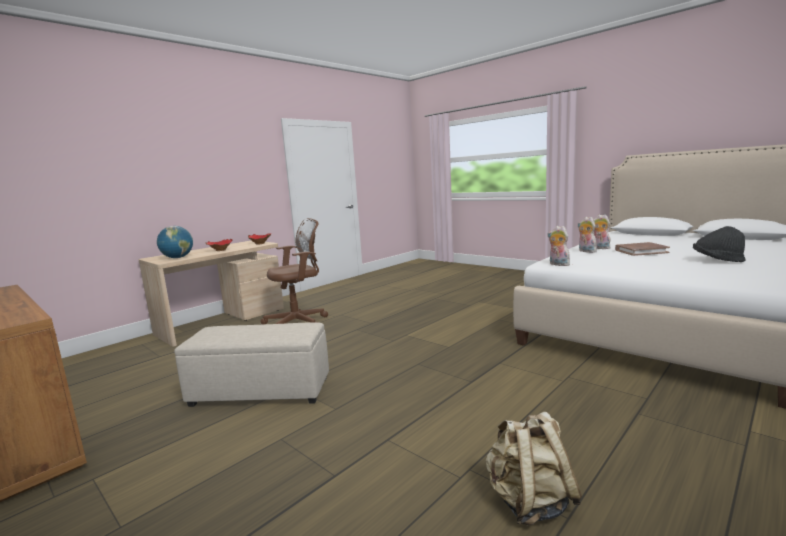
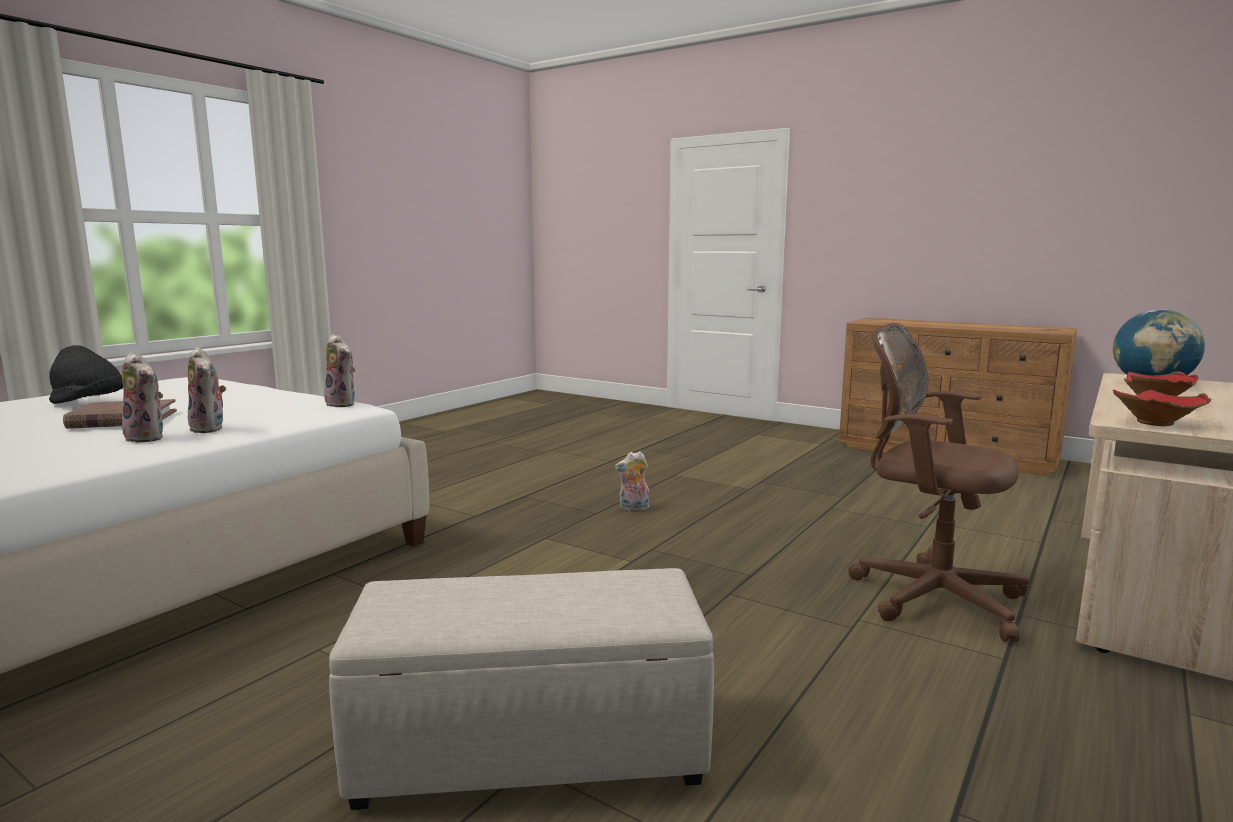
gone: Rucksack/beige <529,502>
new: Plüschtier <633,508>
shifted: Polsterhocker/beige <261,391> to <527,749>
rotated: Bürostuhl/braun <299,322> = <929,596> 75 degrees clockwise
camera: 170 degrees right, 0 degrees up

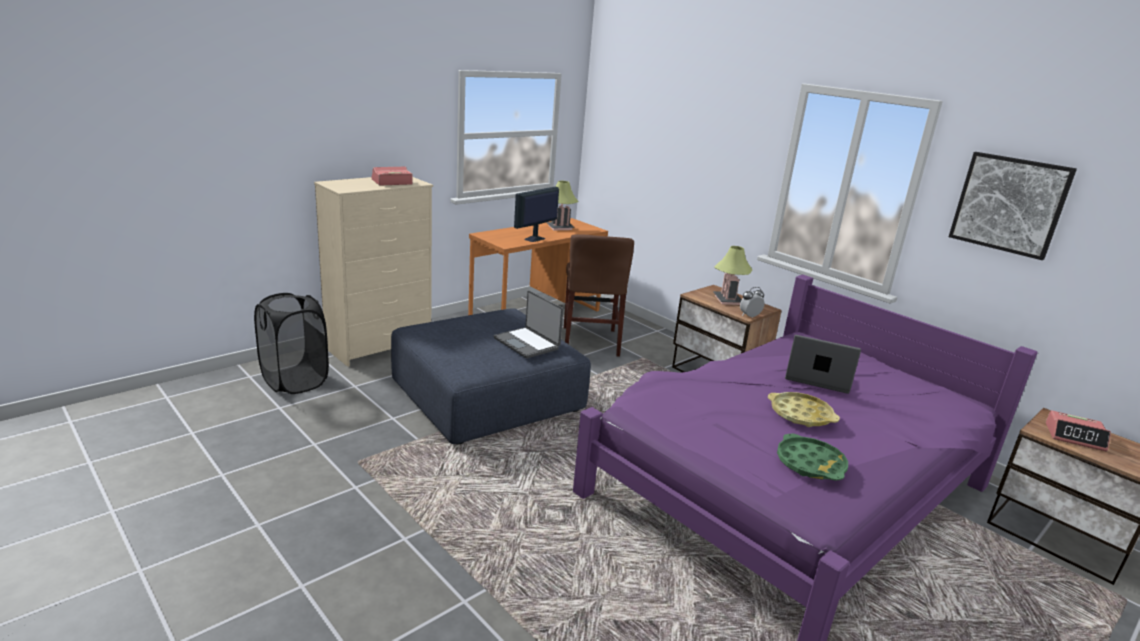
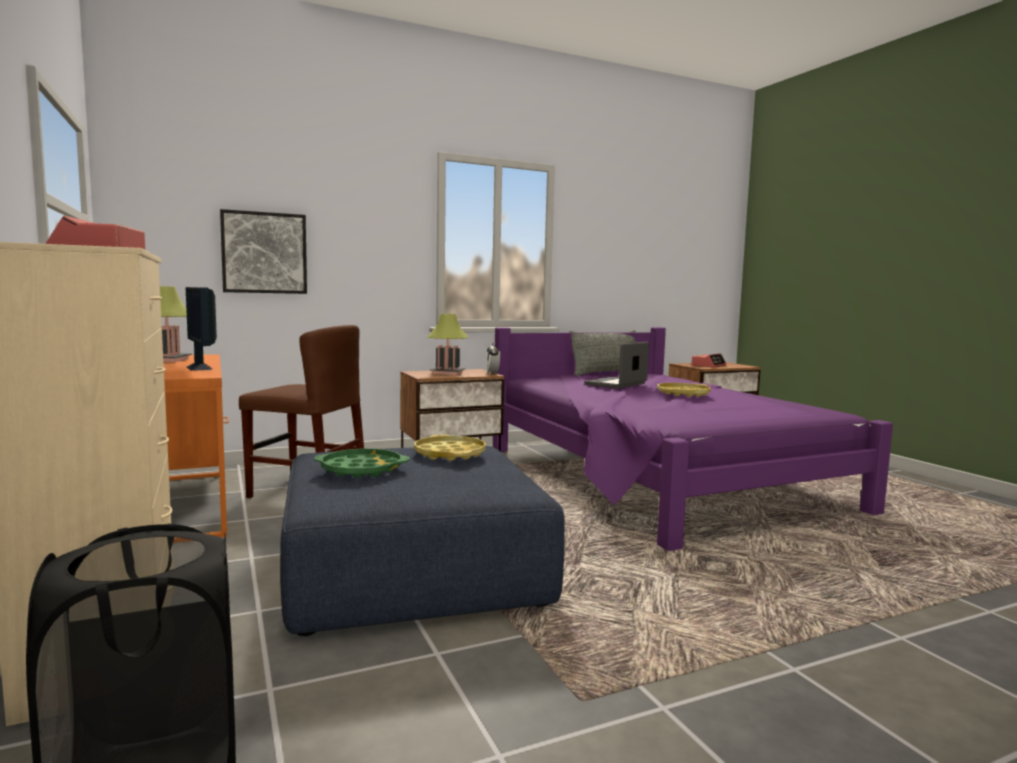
new: Kissen/grau <606,373>
shifted: Tablett/grün <810,464> to <362,469>; Bild <1009,204> to <264,253>
swapped: Laptop <527,343> to Tablett/gelb <450,454>
camera: 70 degrees left, 15 degrees down

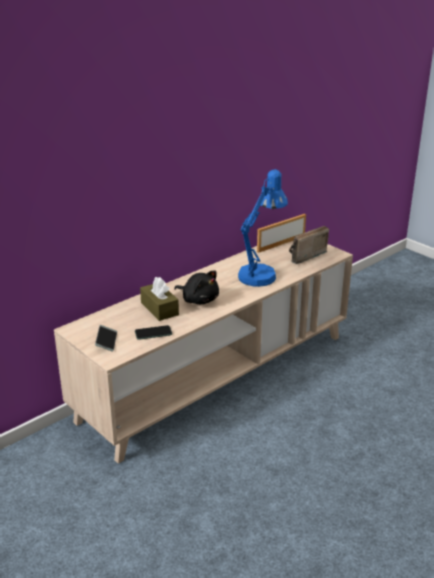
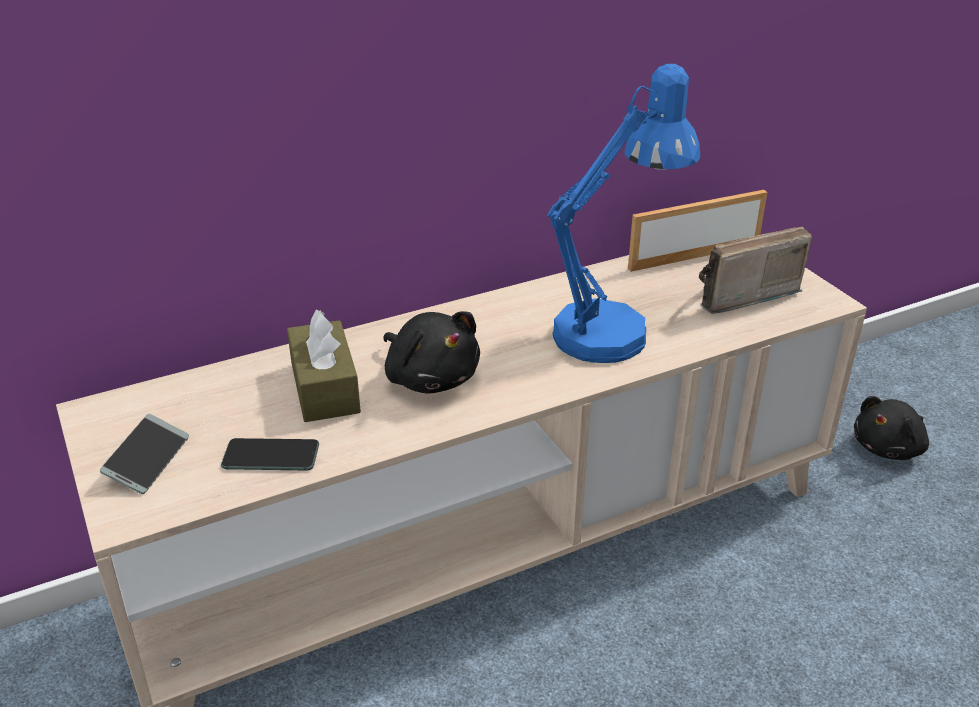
new: Plüschtier/schwarz <889,448>
camera: 15 degrees right, 5 degrees up

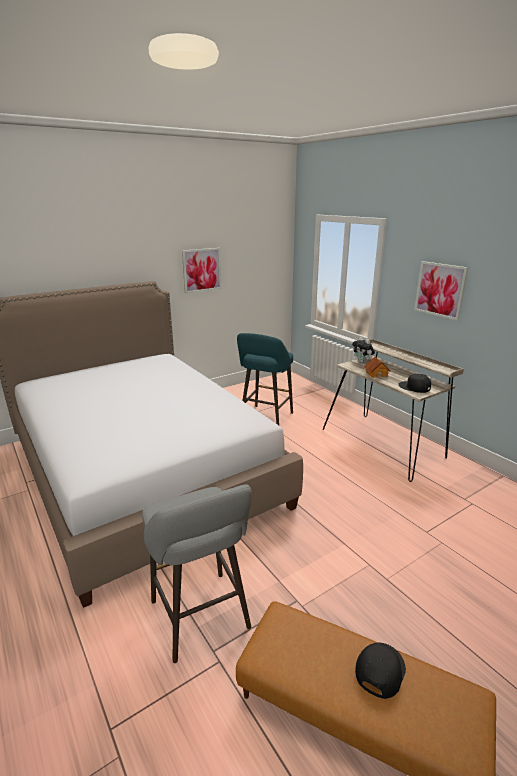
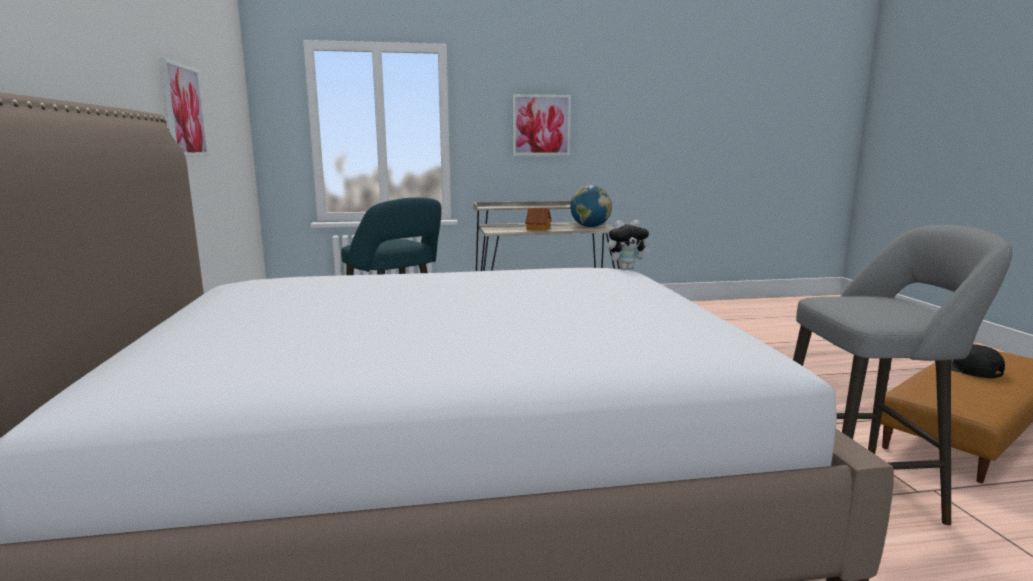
shifted: Plüschtier <362,362> to <626,269>
swapped: Kappe/schwarz <414,387> to Globus <590,227>
camera: 65 degrees left, 10 degrees down

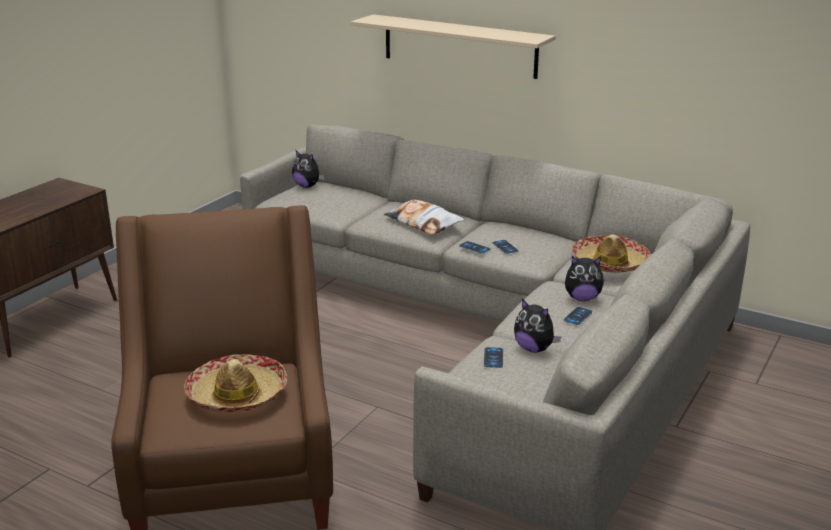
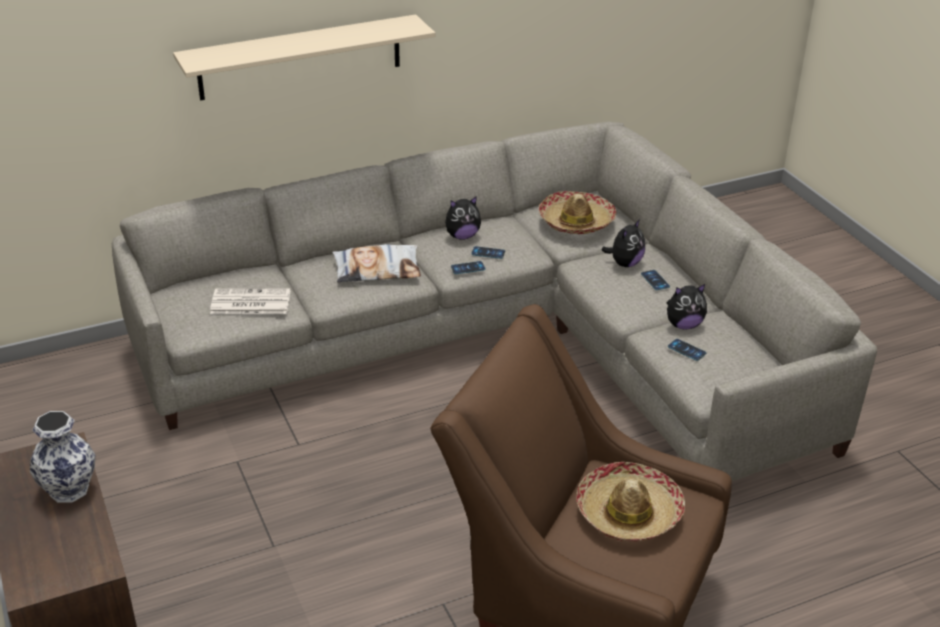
new: Vase <70,489>; Zeitung <249,303>
shifted: Plüschtier <307,186> to <462,236>
camera: 55 degrees left, 10 degrees up

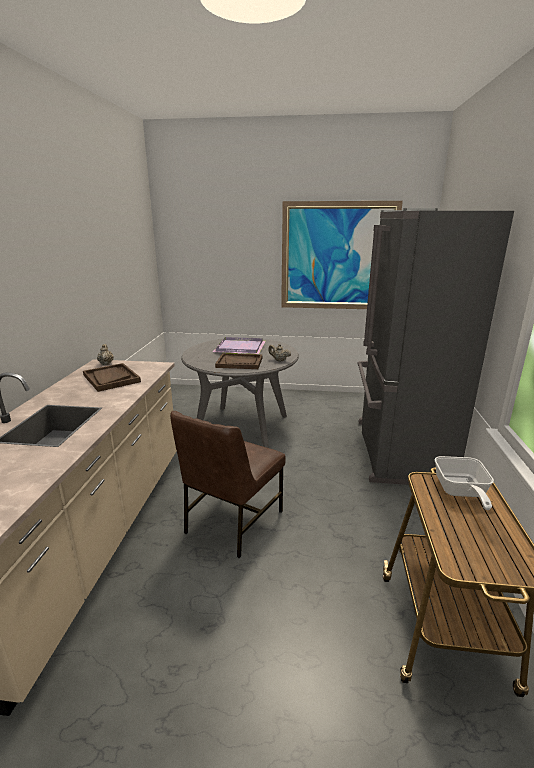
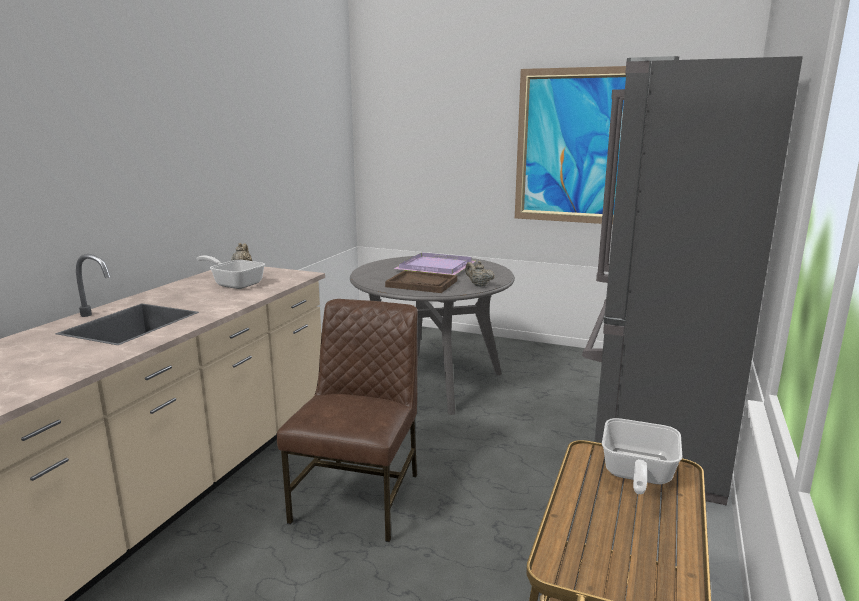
swapped: Tablett/braun <111,378> to Pfanne <235,284>
rotated: Stuhl/braun <232,522> = <360,496> 150 degrees clockwise
camera: 15 degrees right, 5 degrees down

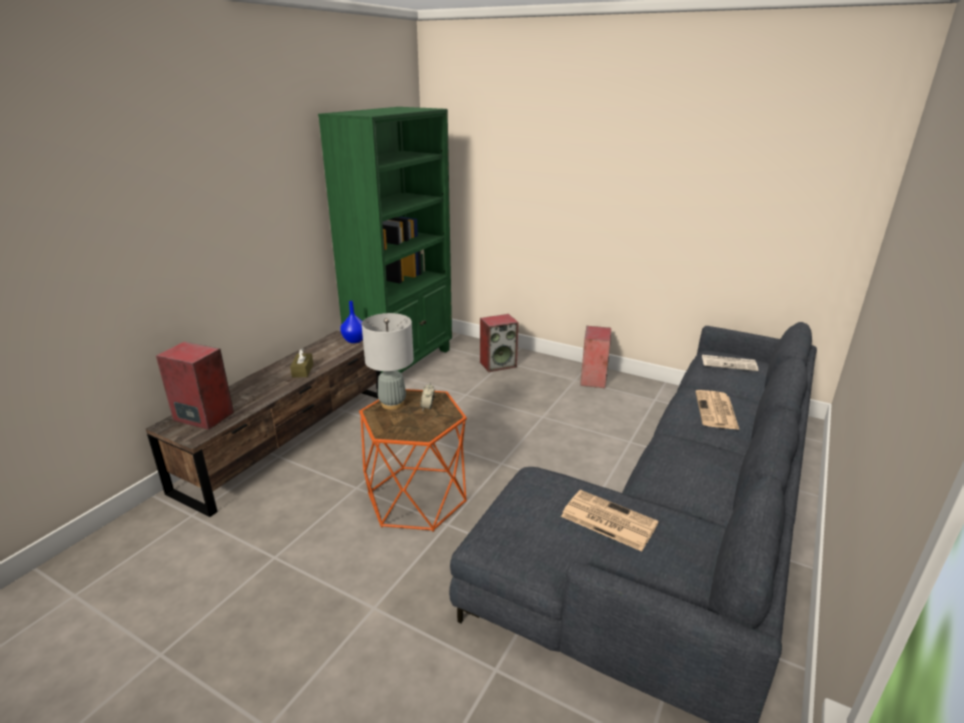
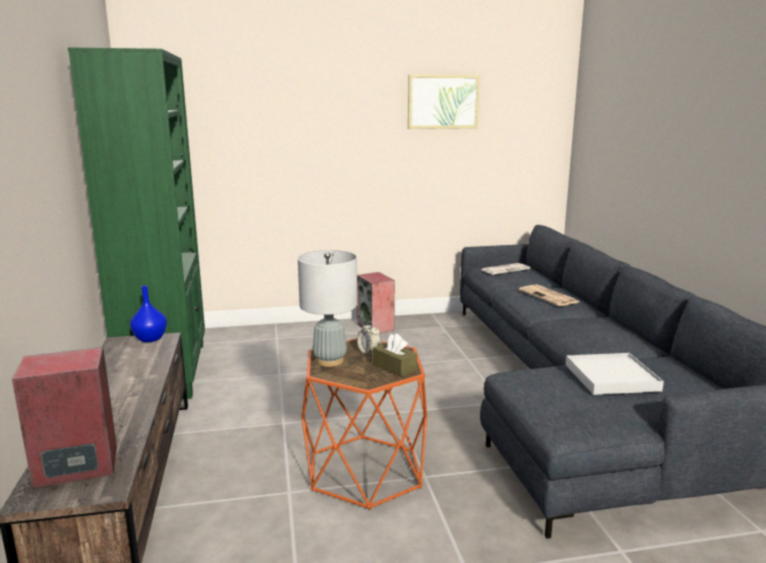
gone: Lautsprecher <498,364>
new: Bild <442,101>
shifted: Taschentuchbox/braun <302,370> to <394,367>
swapped: Zeitung <607,520> to Tablett/weiß <611,377>
camera: 40 degrees left, 10 degrees down

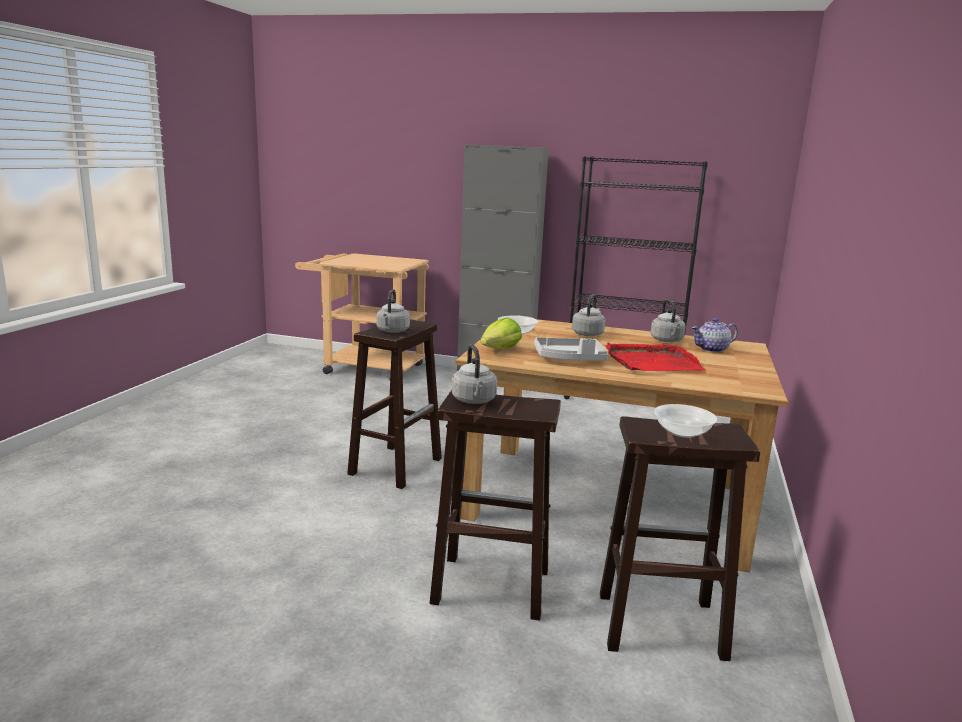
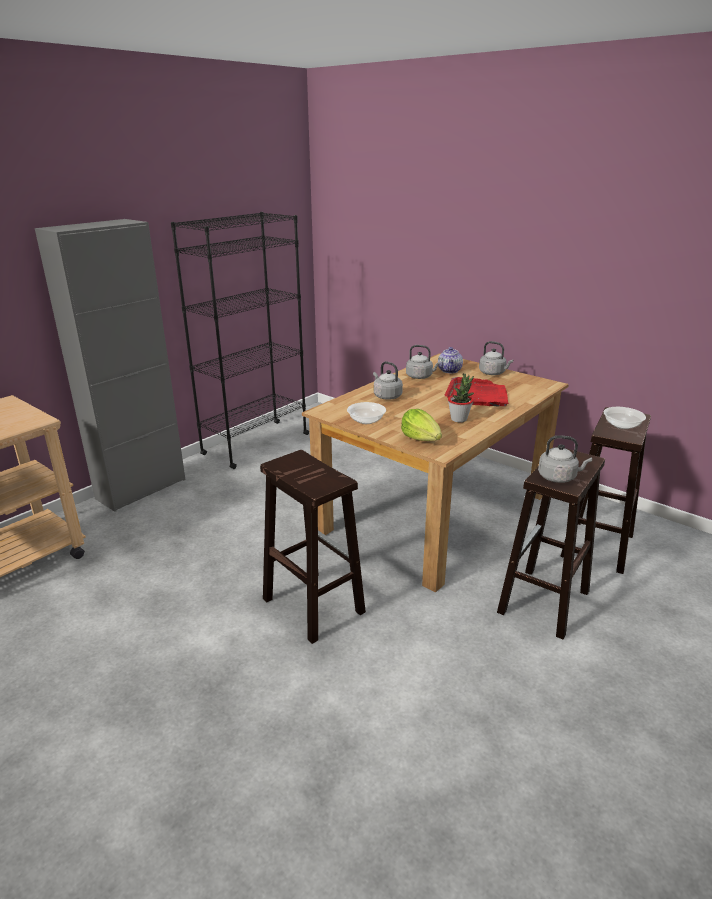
shifted: Wasserkessel/grau <392,331> to <493,373>
swapped: Tablett/grau <569,359> to Topfpflanze <459,419>
camera: 65 degrees left, 10 degrees up

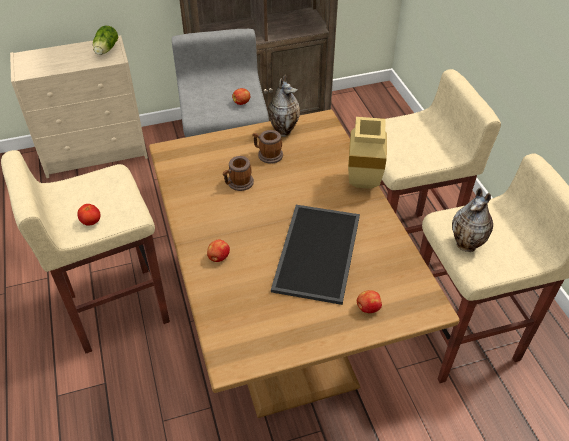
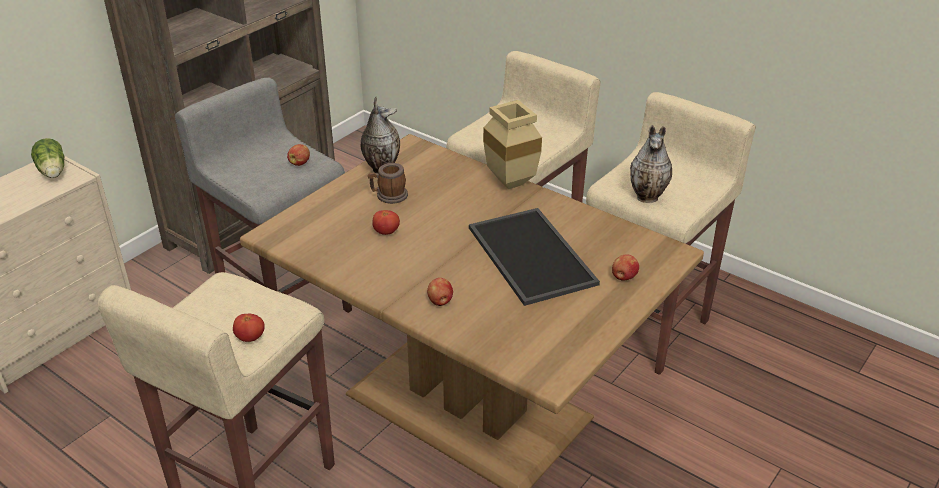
swapped: Henkelbecher <238,184> to Tomate <386,232>
camera: 35 degrees left, 10 degrees down

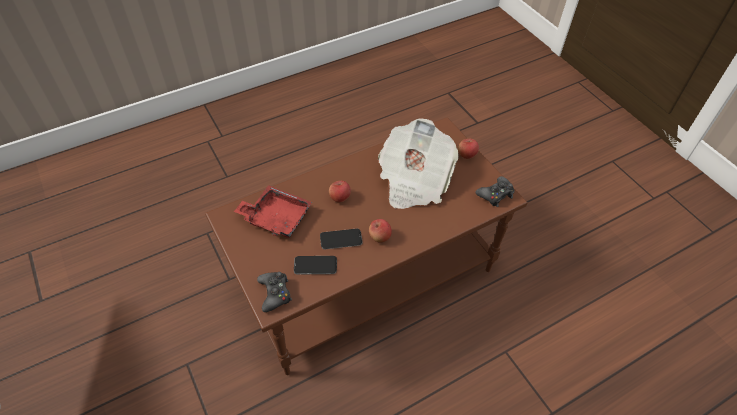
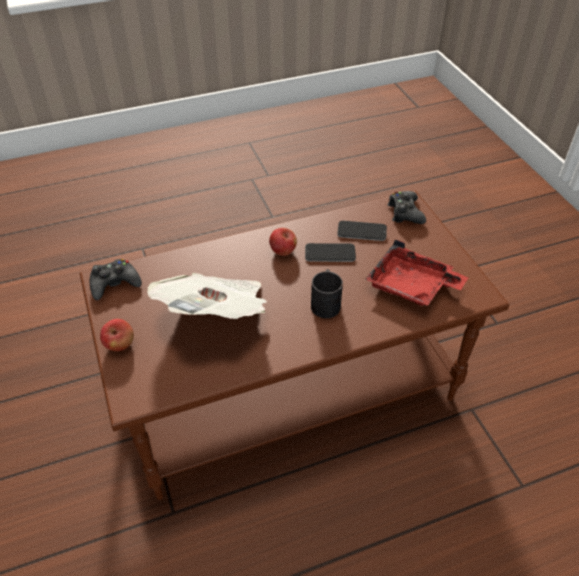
swapped: Apfel <340,198> to Henkelbecher/schwarz <326,302>
camera: 170 degrees left, 5 degrees down

